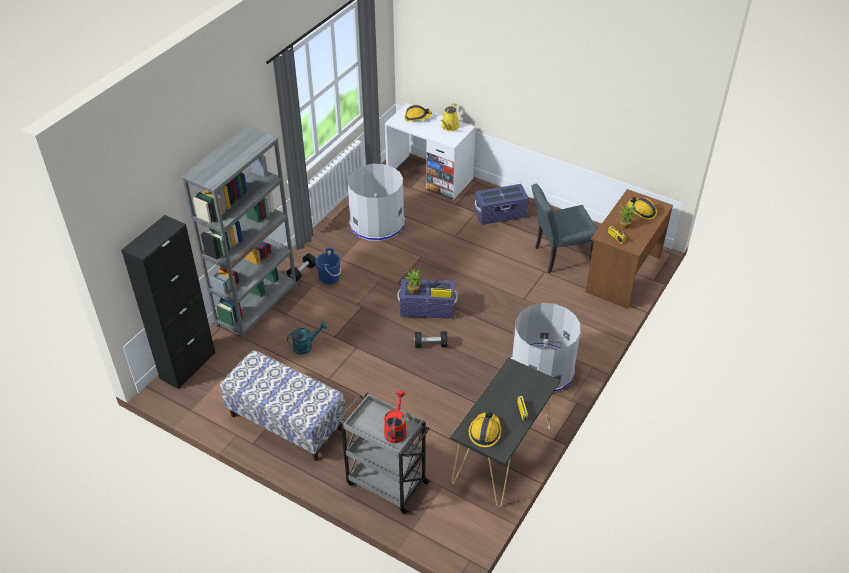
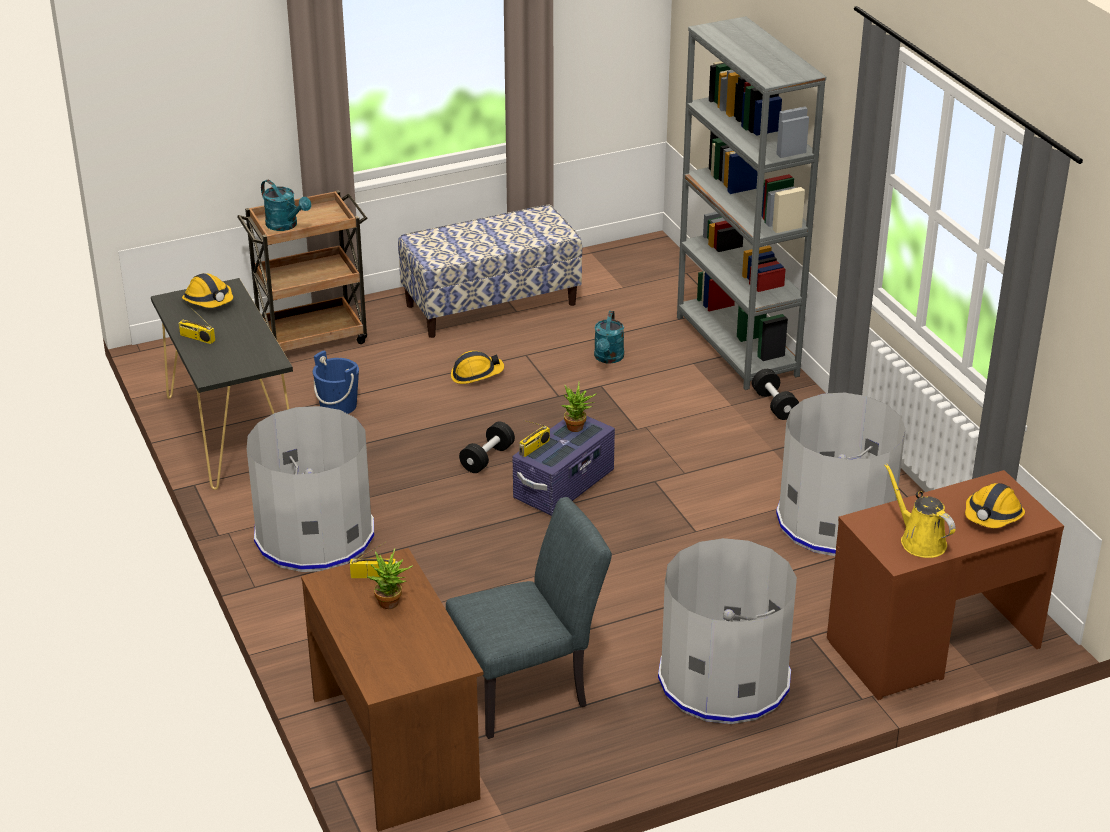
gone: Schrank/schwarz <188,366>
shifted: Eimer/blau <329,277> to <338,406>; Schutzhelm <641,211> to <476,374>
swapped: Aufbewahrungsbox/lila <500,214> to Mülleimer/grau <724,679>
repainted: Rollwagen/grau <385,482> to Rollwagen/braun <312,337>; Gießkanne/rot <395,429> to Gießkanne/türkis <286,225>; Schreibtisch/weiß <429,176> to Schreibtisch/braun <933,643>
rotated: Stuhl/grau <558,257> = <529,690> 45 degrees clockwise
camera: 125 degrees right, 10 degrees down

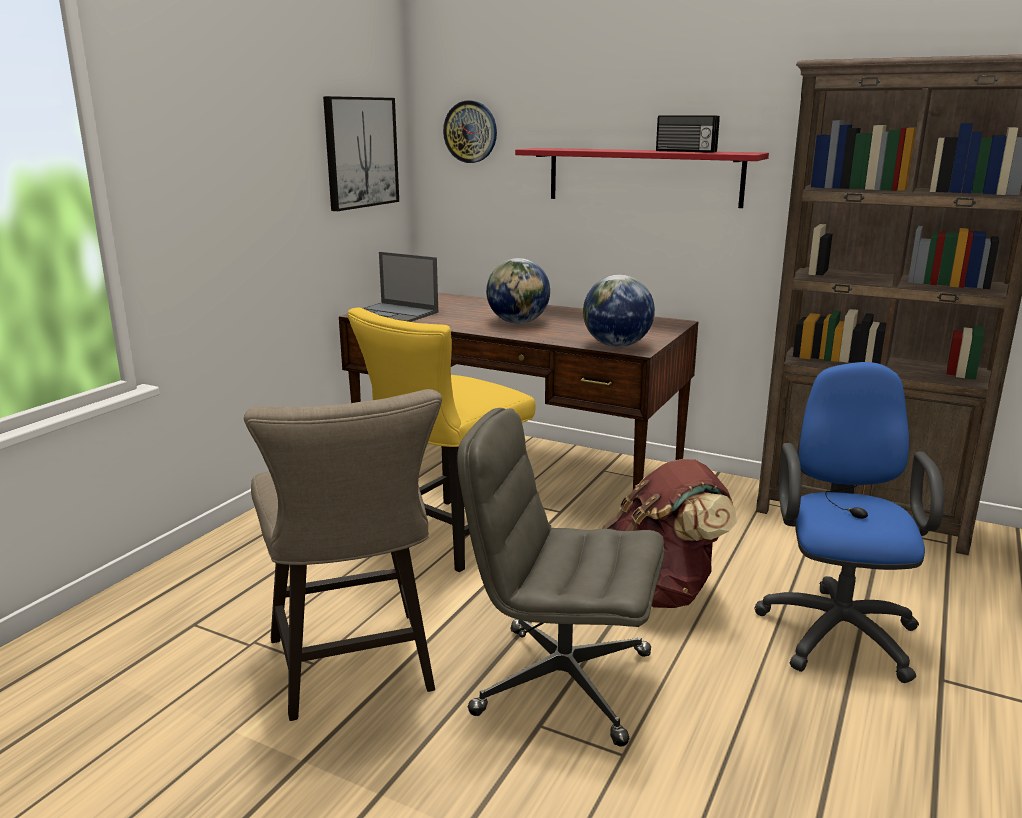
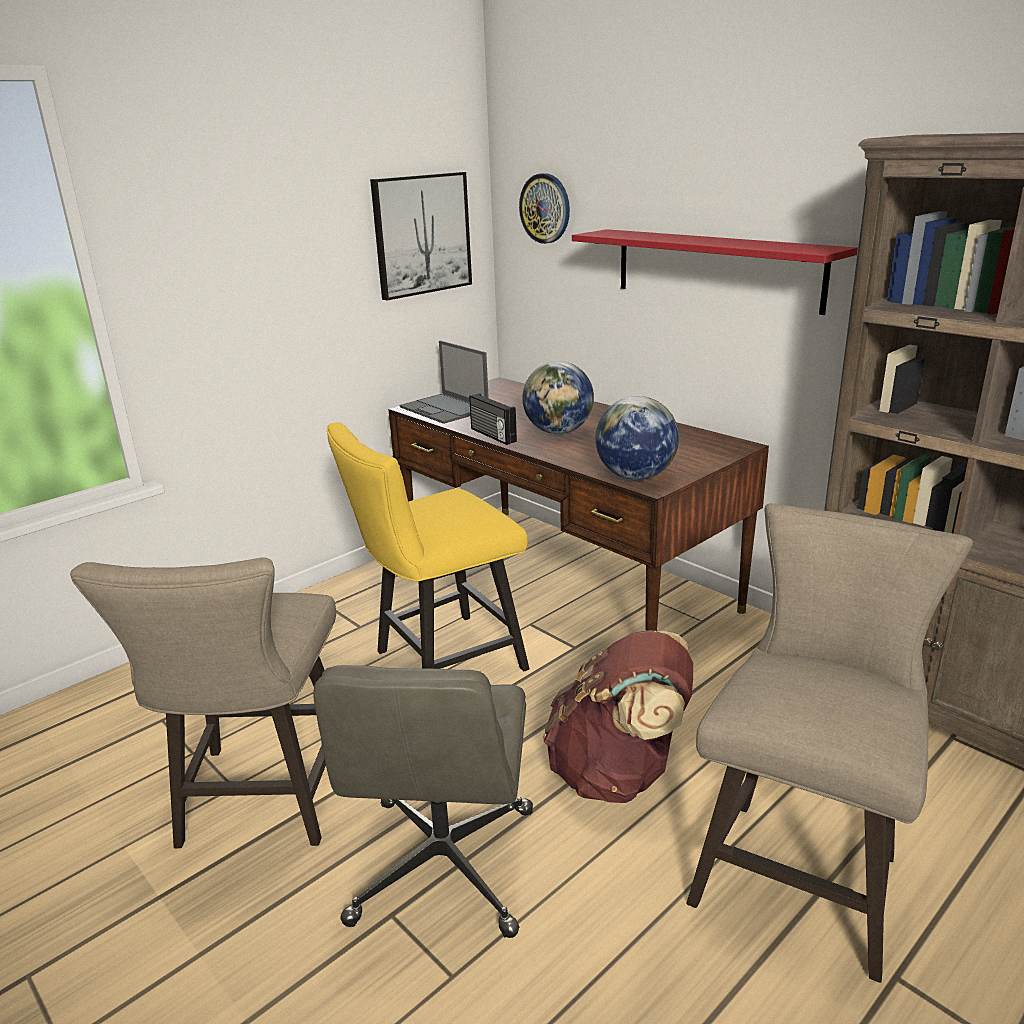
shifted: Radio <685,151> to <492,435>
swapped: Bürostuhl/blau <836,629> to Hocker/beige <801,869>
rotated: Bürostuhl/grau <561,683> = <444,867> 120 degrees counterclockwise
camera: 20 degrees right, 5 degrees up

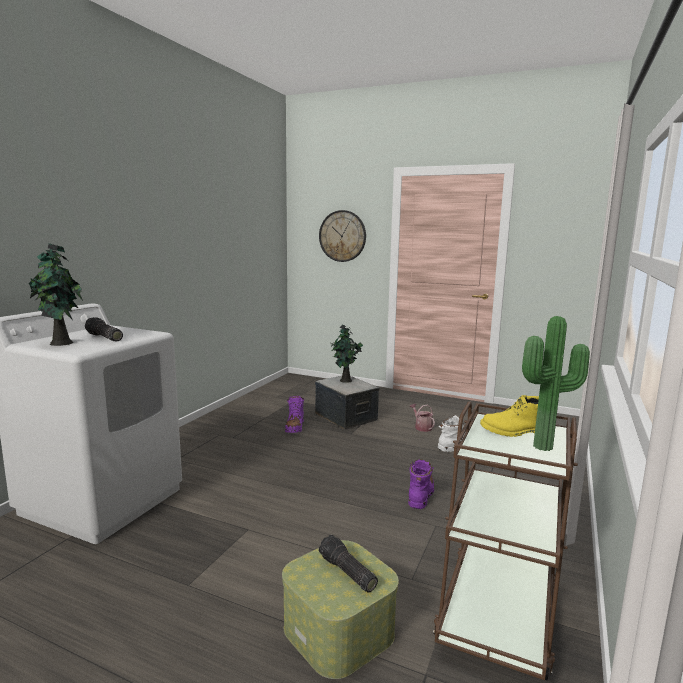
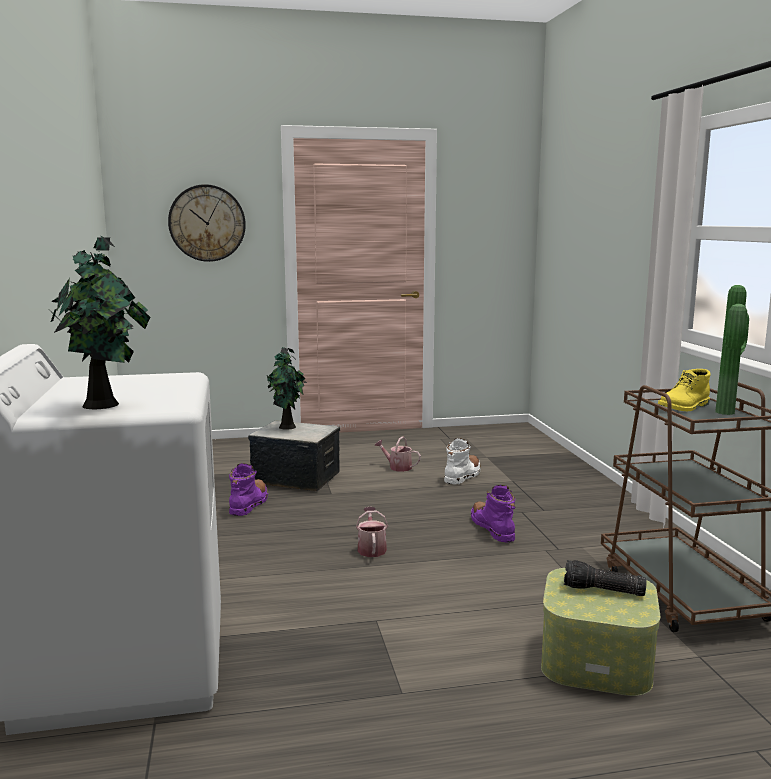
gone: Taschenlampe <104,338>
new: Gießkanne <371,548>
rotated: Stiefel/lila <295,427> = <249,504> 135 degrees counterclockwise
camera: 35 degrees left, 0 degrees up

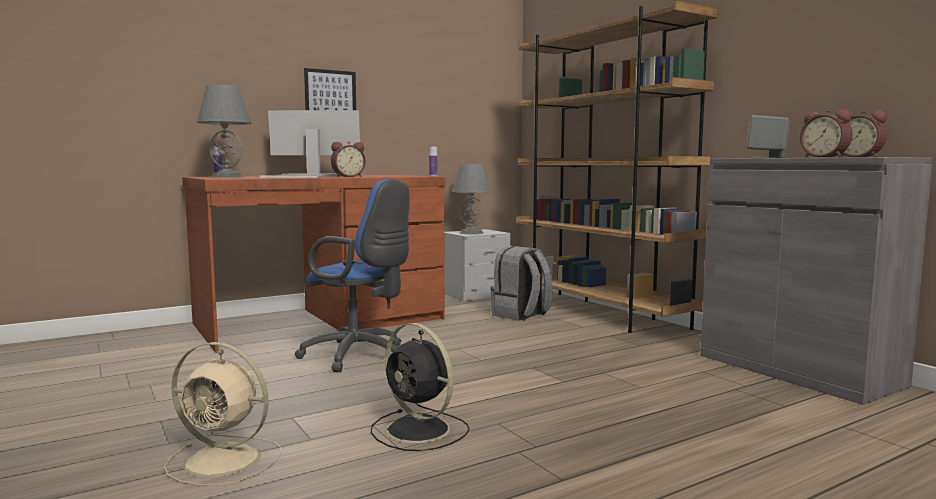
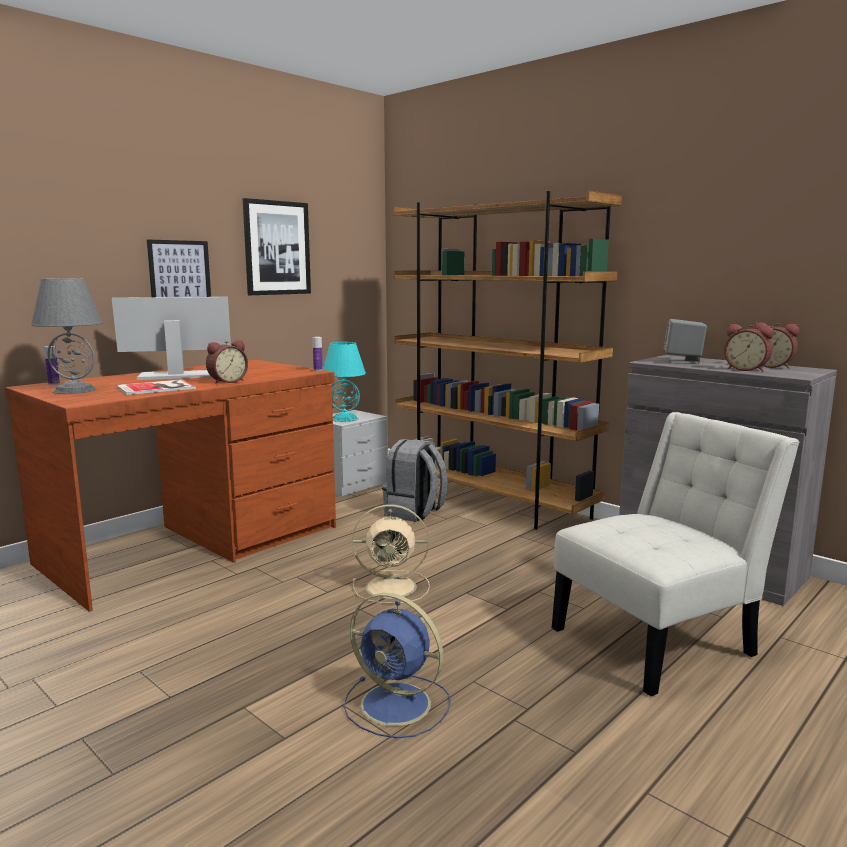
gone: Bürostuhl/blau <360,356>
new: Bild <277,248>; Stuhl/weiß <660,639>
shifted: Ventilator/beige <225,461> to <393,587>
repainted: Ventilator/schwarz <420,430> to Ventilator/blau <398,705>; Tischlampe/grau <471,233> to Tischlampe/türkis <345,418>
camera: 15 degrees left, 5 degrees up

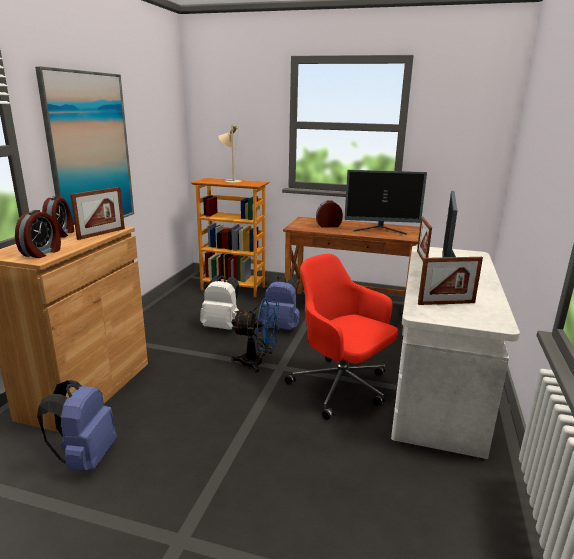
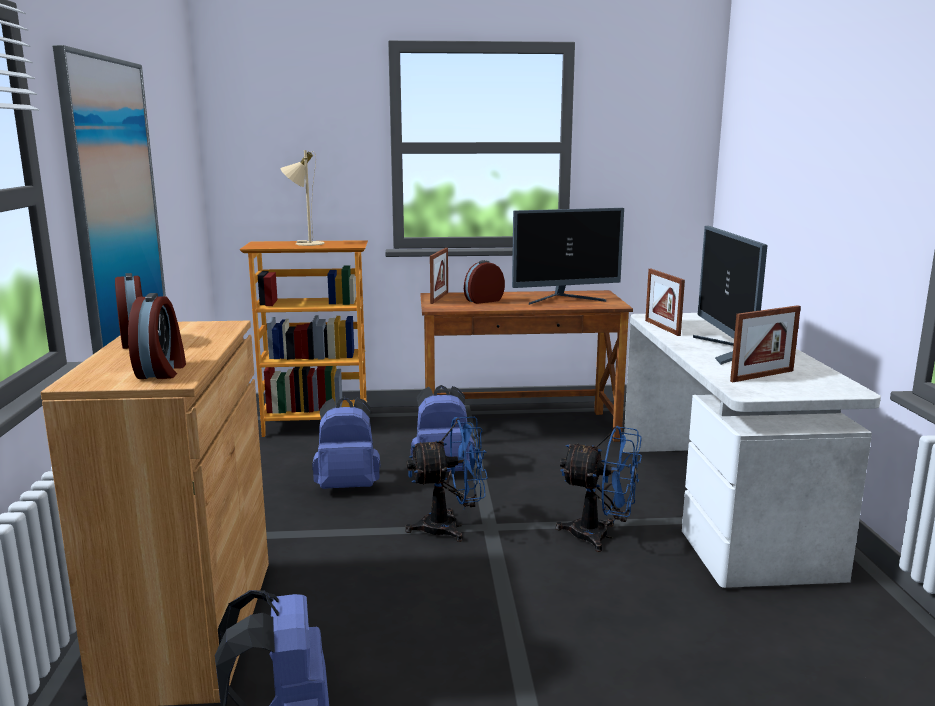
shifted: Bilderrahmen <101,234> to <439,298>
swapped: Bürostuhl/rot <341,387> to Ventilator/blau <600,536>
repainted: Rucksack/weiß <222,327> to Rucksack/blau <348,486>
camera: 20 degrees left, 5 degrees down

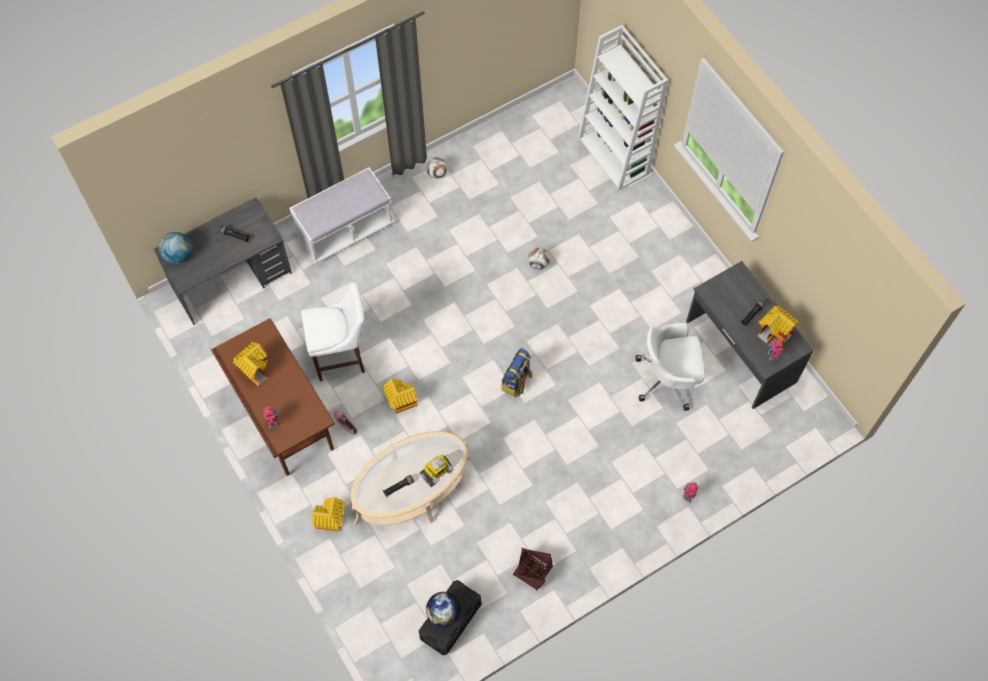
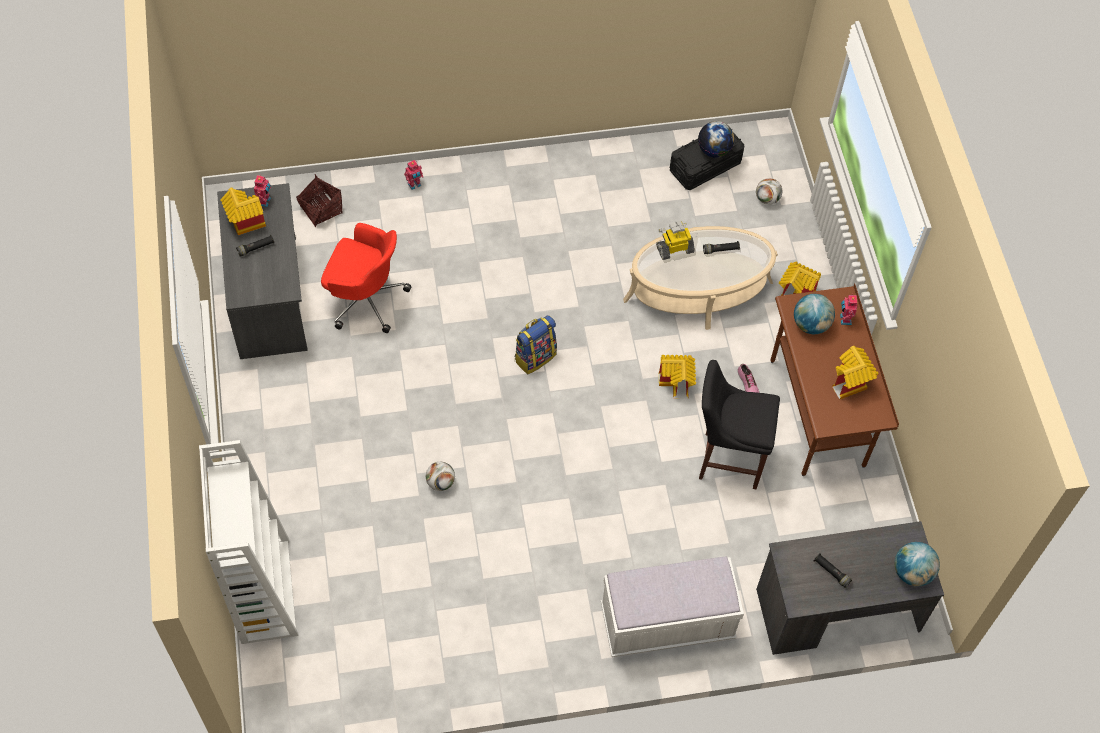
new: Globus <811,325>
shifted: Fußball <437,173> to <767,199>; Korb <532,571> to <321,209>
repainted: Hocker/weiß <342,357> to Hocker/schwarz <726,459>; Bürostuhl/weiß <668,378> to Bürostuhl/rot <365,299>
camera: 160 degrees left, 5 degrees down

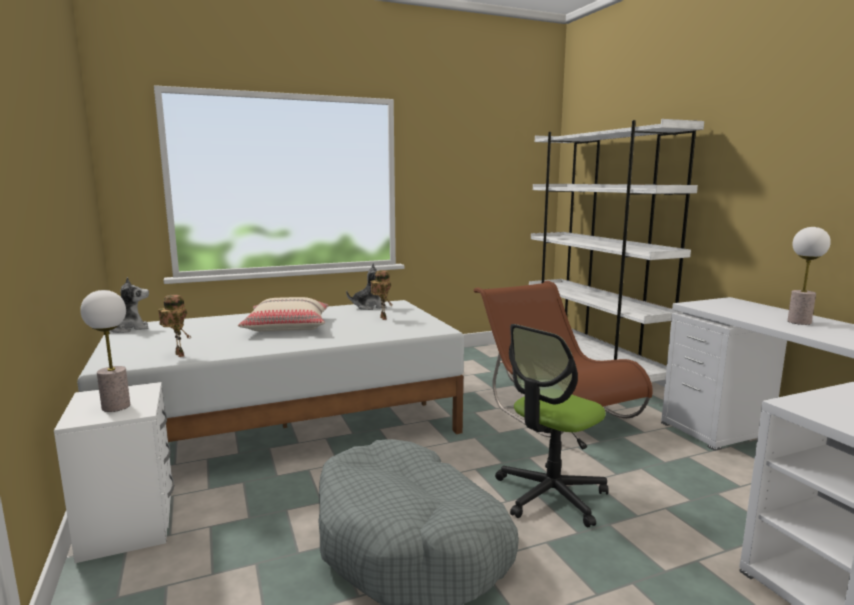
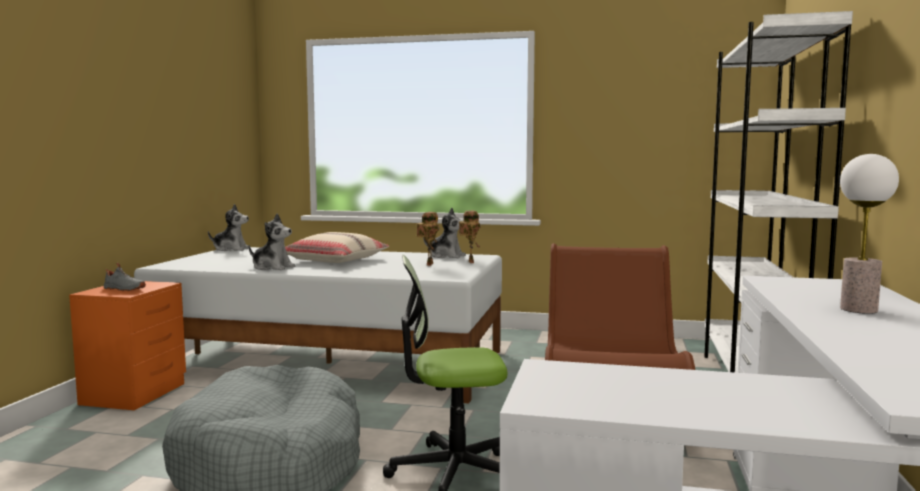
new: Plüschtier <272,267>
shifted: Spielzeugroboter <177,355> to <469,262>
swapped: Tischlampe <115,406> to Schuh/grau <123,289>
repainted: Nachttisch/weiß <130,523> to Nachttisch/orange <136,393>
camera: 35 degrees right, 5 degrees down

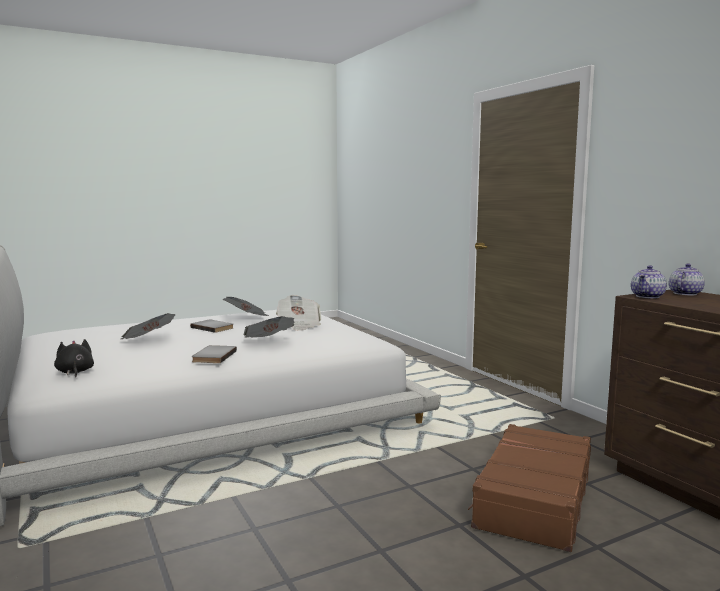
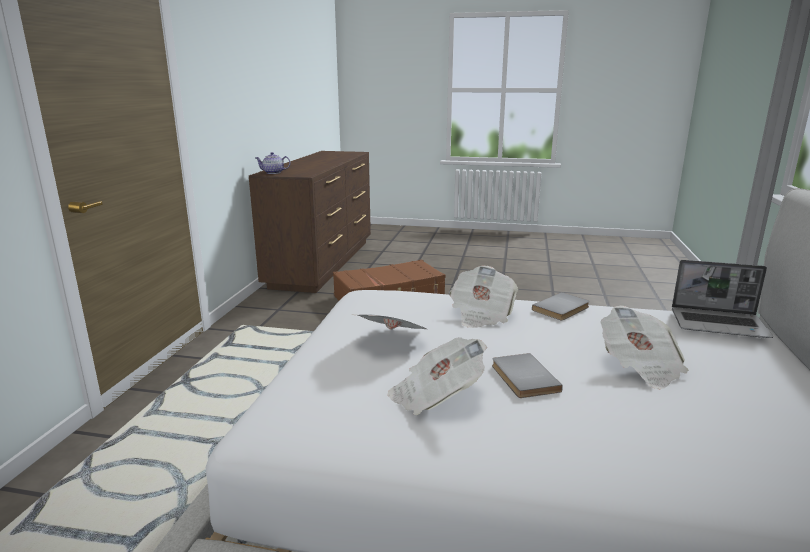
gone: Teekanne <648,296>
swapped: Plüschtier/schwarz <74,372> to Laptop <719,324>
camera: 140 degrees left, 10 degrees up

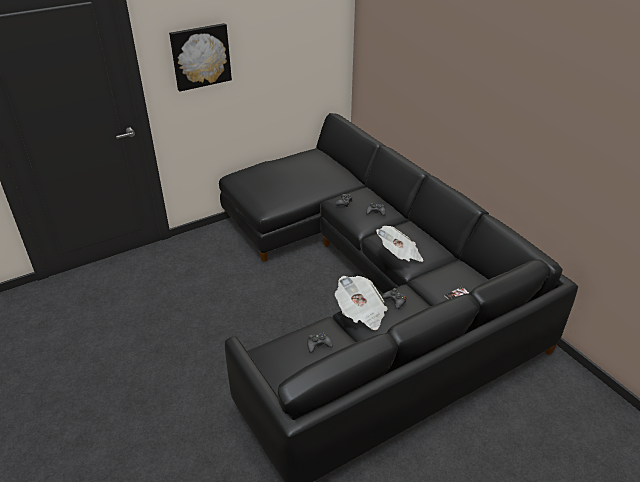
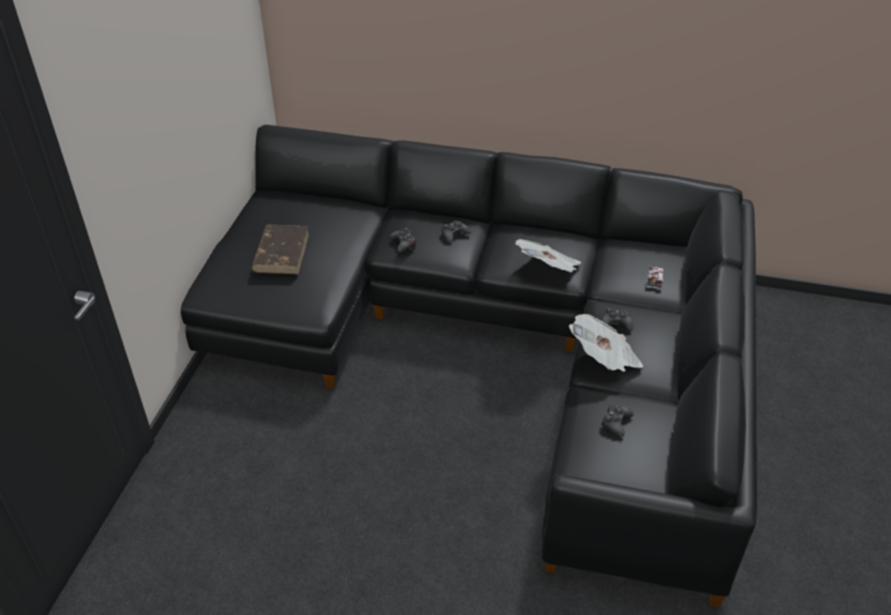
gone: Bild <200,56>
new: Buch/braun <281,252>
camera: 45 degrees left, 5 degrees up

